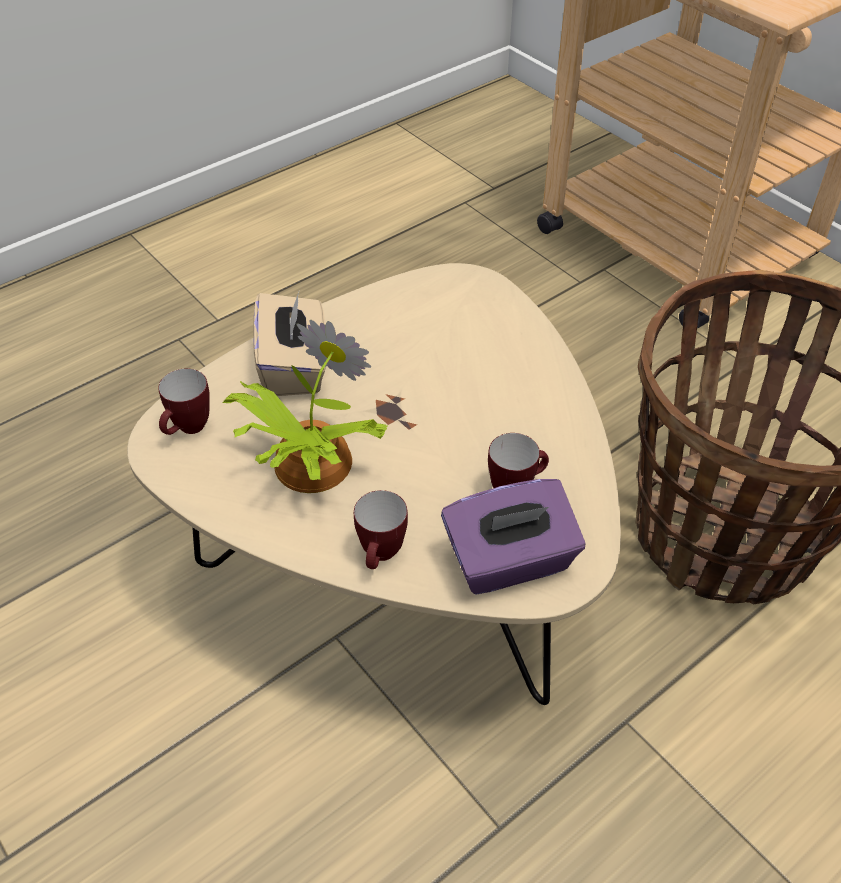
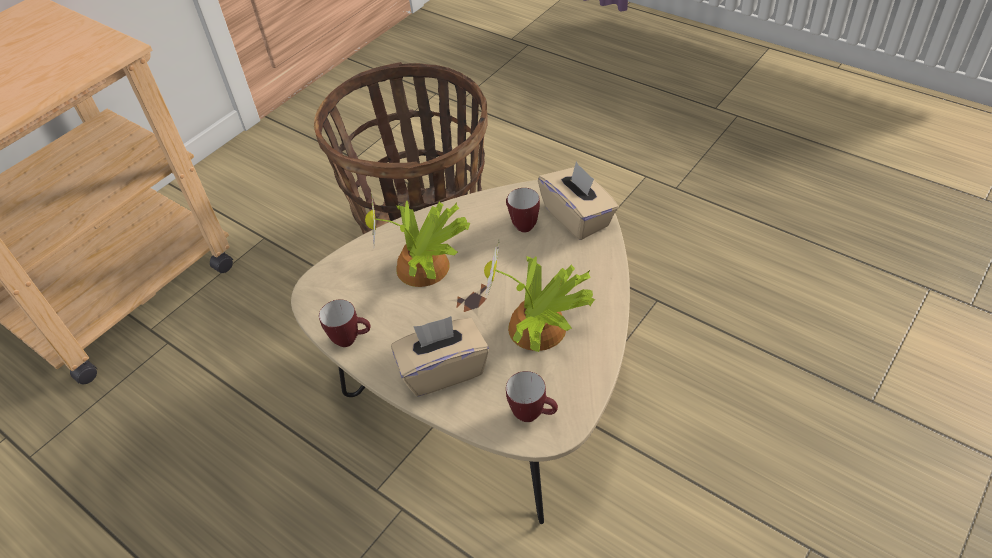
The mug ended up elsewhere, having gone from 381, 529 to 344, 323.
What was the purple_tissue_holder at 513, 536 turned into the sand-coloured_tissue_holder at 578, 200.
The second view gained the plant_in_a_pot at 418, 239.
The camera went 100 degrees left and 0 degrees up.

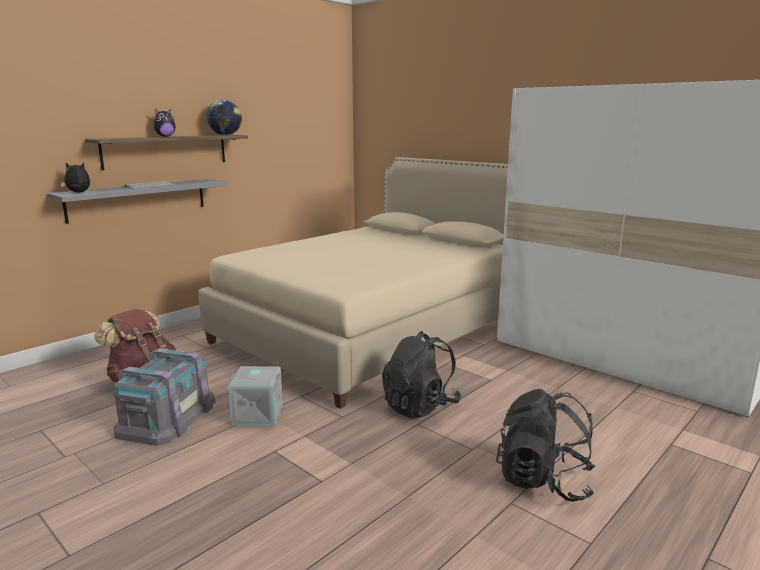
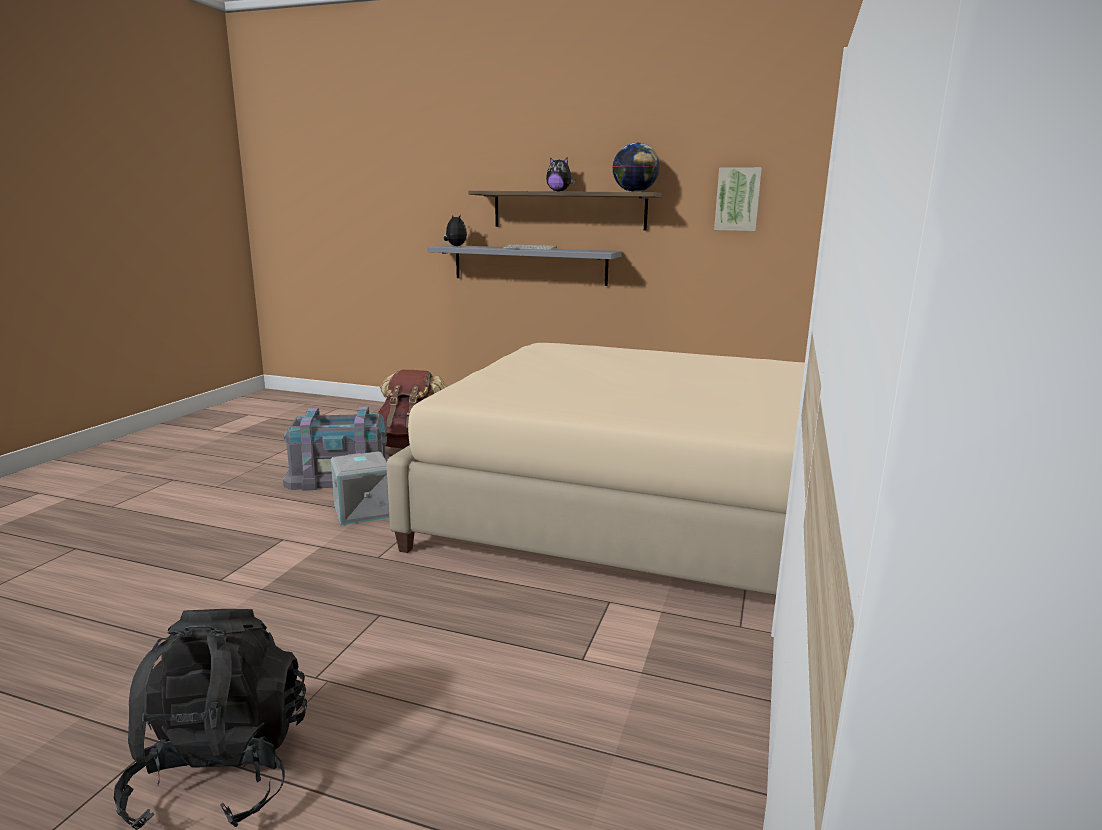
The second view lost the black-coloured_backpack at 421, 375.
The second view gained the wall_art at 738, 199.
The camera went 65 degrees right and 0 degrees up.

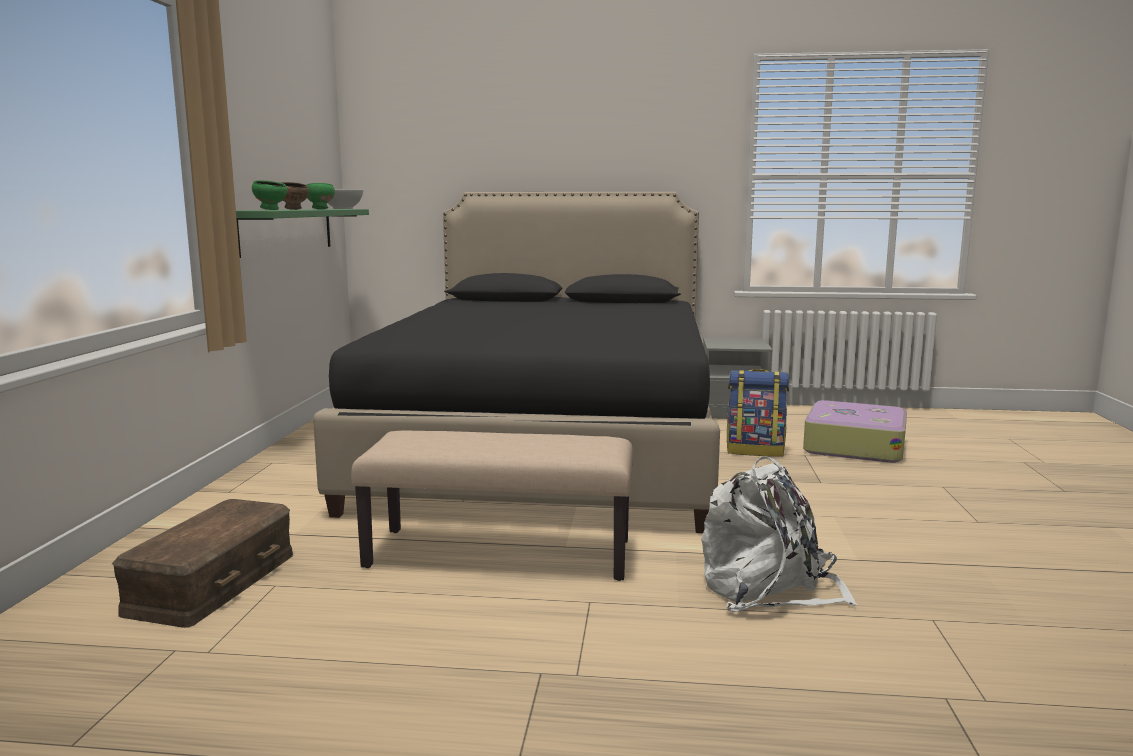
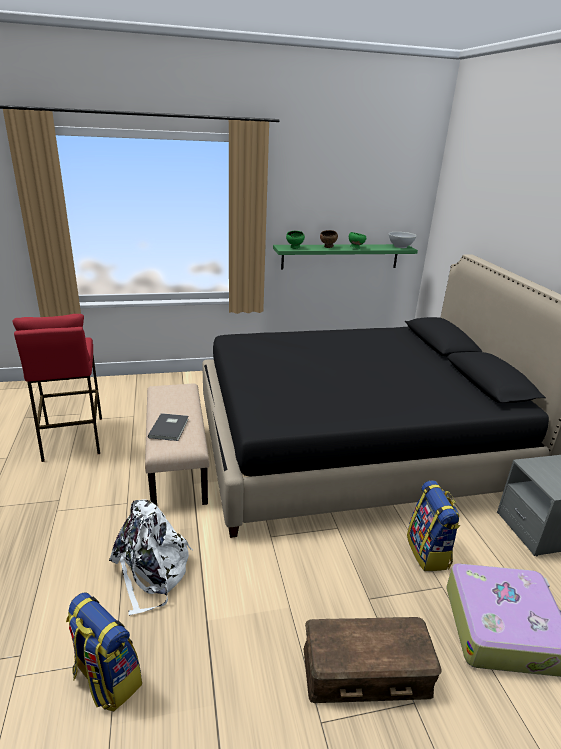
The brown-coloured_storage_container ended up elsewhere, having gone from 202, 563 to 373, 660.
The second view gained the reddish_stool_seat at 57, 388.
The second view gained the backpack at 104, 652.
The second view gained the greyish_volume at 168, 427.
The camera went 70 degrees right and 15 degrees up.

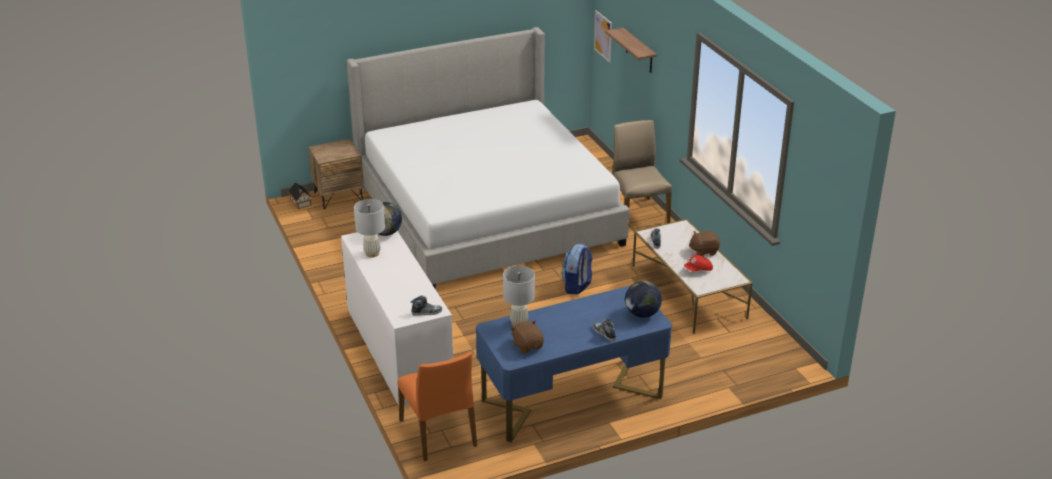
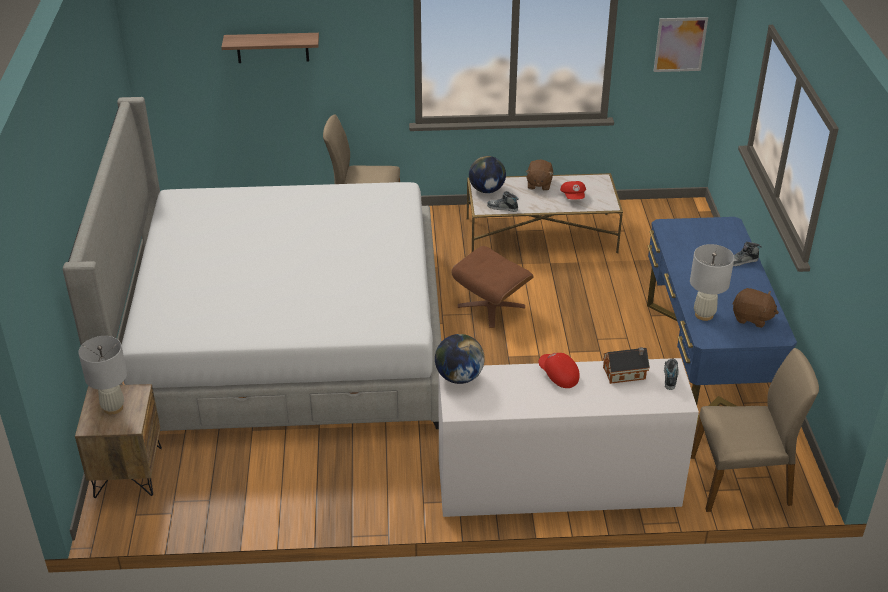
The model_house ended up elsewhere, having gone from 300, 196 to 626, 365.
The white-coloured_lamp_for_a_table ended up elsewhere, having gone from 369, 228 to 102, 375.
What was the orangey_plain_chair at 437, 406 turned into the sand-coloured_plain_chair at 755, 430.
The brown-coloured_soft_toy at 527, 337 ended up facing another way, 150 degrees counterclockwise from before.
Where the backpack stood at 577, 269, the brown-coloured_pouffe came to stand at 492, 287.
The wall_art ended up elsewhere, having gone from 603, 36 to 681, 44.
The globe ended up elsewhere, having gone from 643, 299 to 487, 174.
The second view gained the reddish_cap at 559, 370.
The camera went 70 degrees left and 5 degrees up.

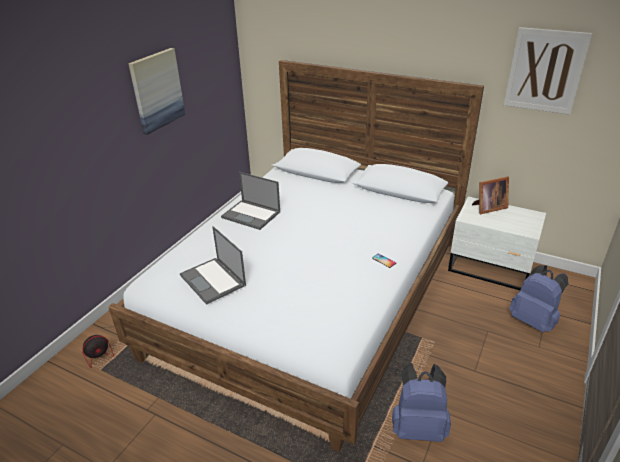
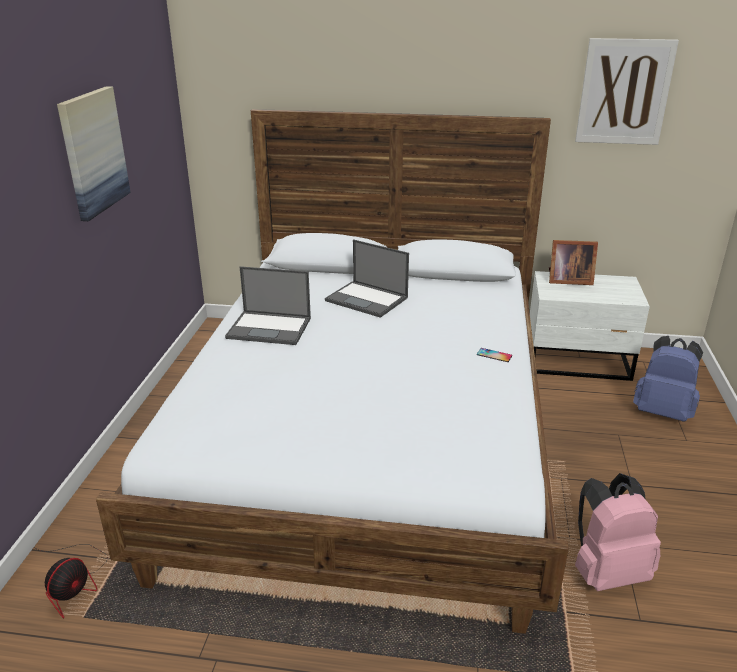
The laptop ended up elsewhere, having gone from 213, 265 to 367, 278.
What was the blue_backpack at 421, 402 turned into the pink-coloured_backpack at 618, 532.
The picture_frame at 490, 195 ended up facing another way, 45 degrees clockwise from before.
The camera went 20 degrees left and 5 degrees down.

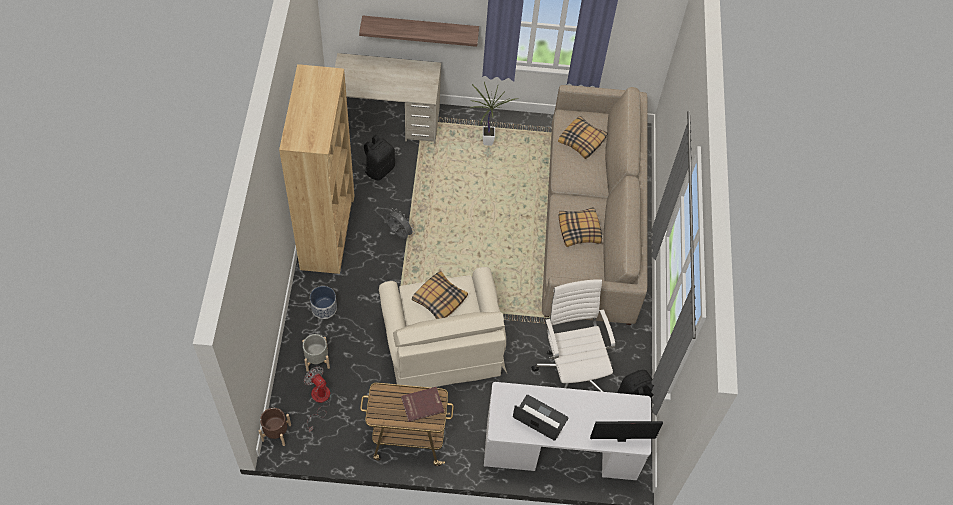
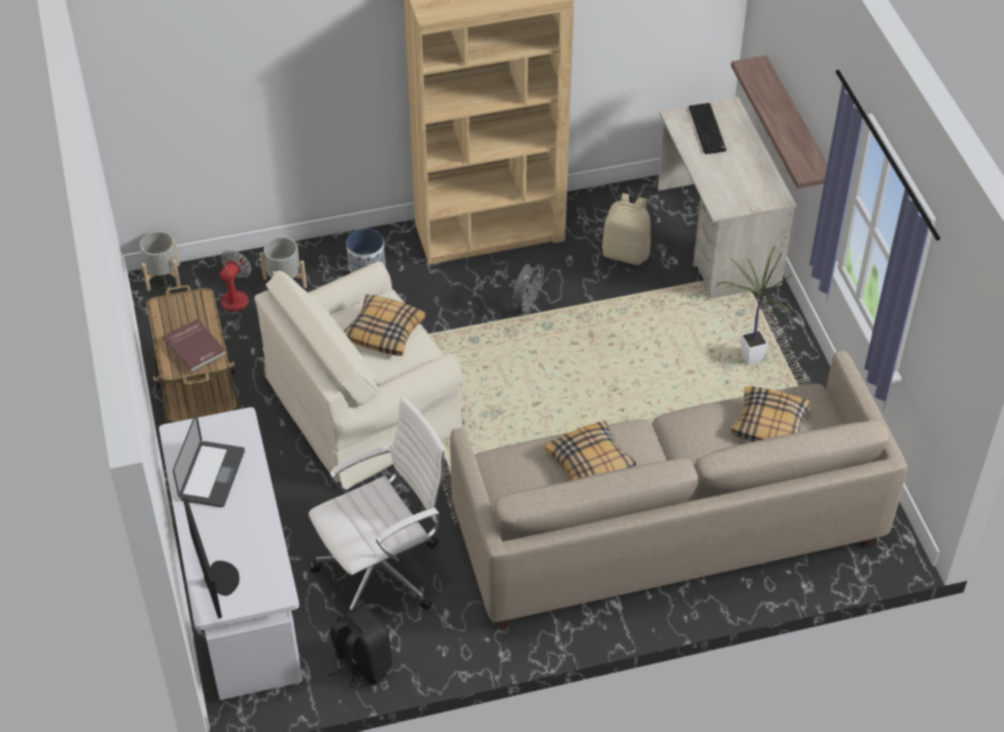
What was the brown-coloured_planter at 274, 427 turned into the greyish_planter at 160, 261.
What was the black-coloured_backpack at 378, 157 turned into the sand-coloured_backpack at 626, 229.
The second view gained the computer_keyboard at 707, 128.
The camera went 75 degrees right and 10 degrees down.

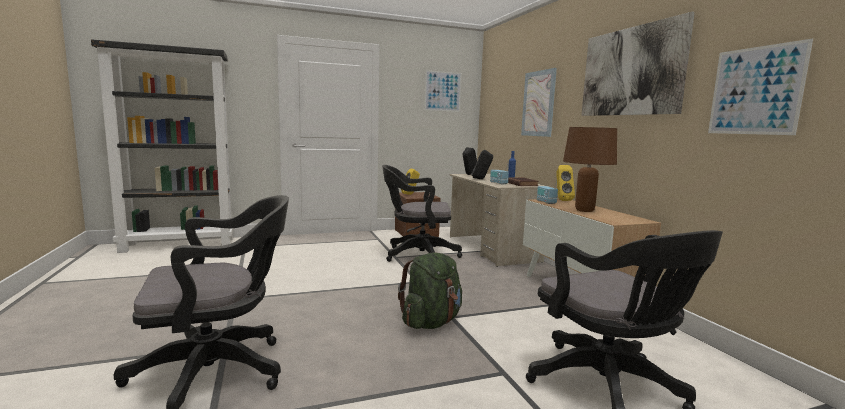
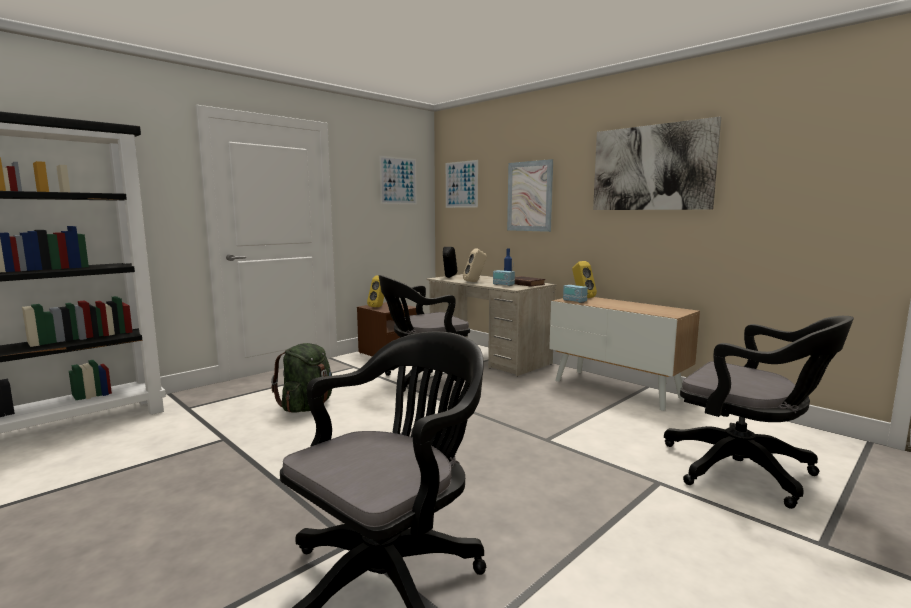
The green-coloured_backpack ended up elsewhere, having gone from 430, 290 to 301, 377.
What was the black-coloured_audio_speaker at 482, 164 turned into the sand-coloured_audio_speaker at 474, 265.
The second view lost the brown-coloured_lamp_for_a_table at 590, 169.
The wall_art ended up elsewhere, having gone from 760, 86 to 462, 184.
The camera went 25 degrees left and 0 degrees up.

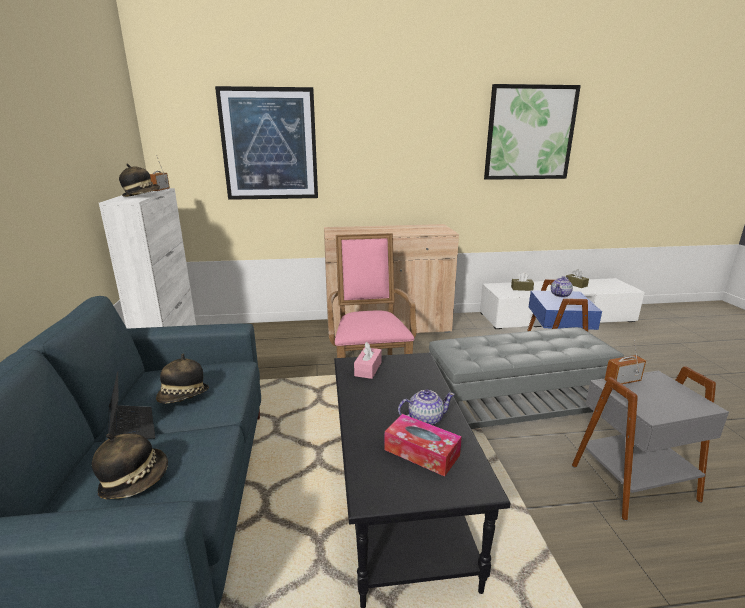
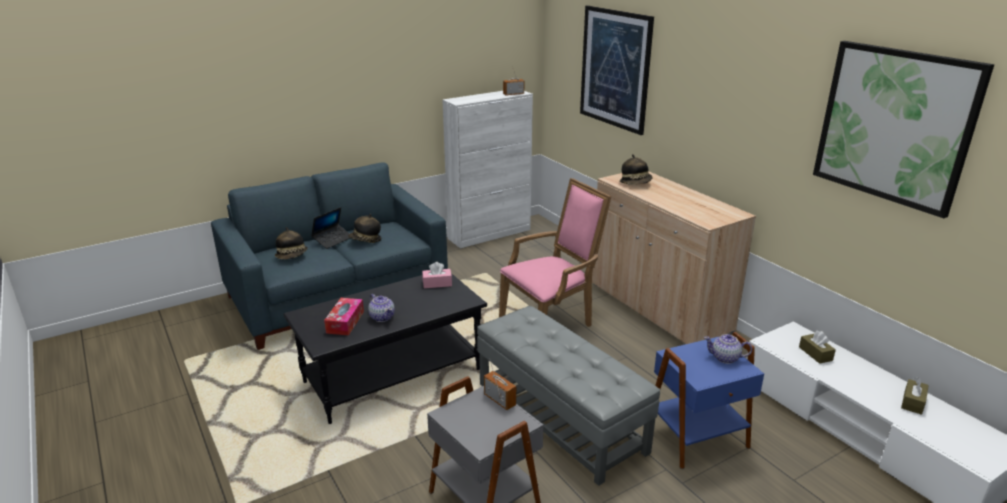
The clothing_hat ended up elsewhere, having gone from 139, 180 to 636, 169.
The camera went 65 degrees right and 5 degrees up.

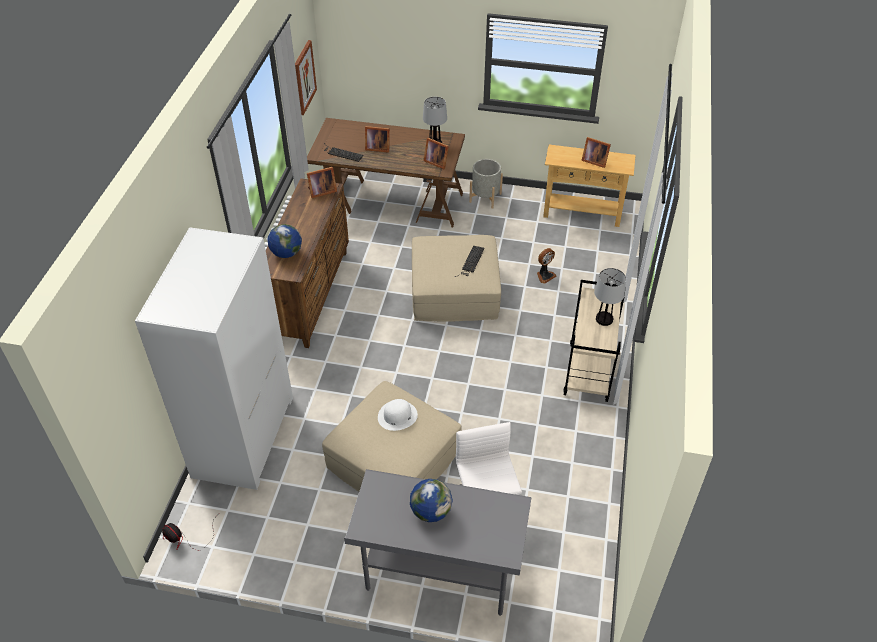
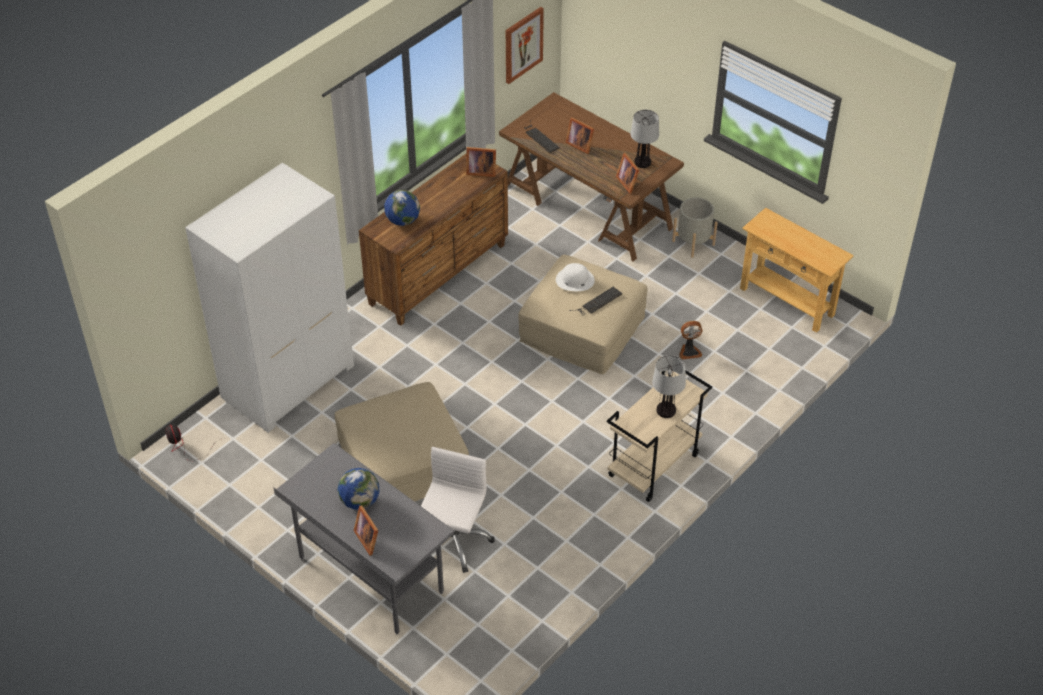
The white-coloured_clothing_hat ended up elsewhere, having gone from 398, 415 to 575, 277.
The picture_frame ended up elsewhere, having gone from 596, 152 to 366, 530.
The camera went 30 degrees right and 0 degrees up.

